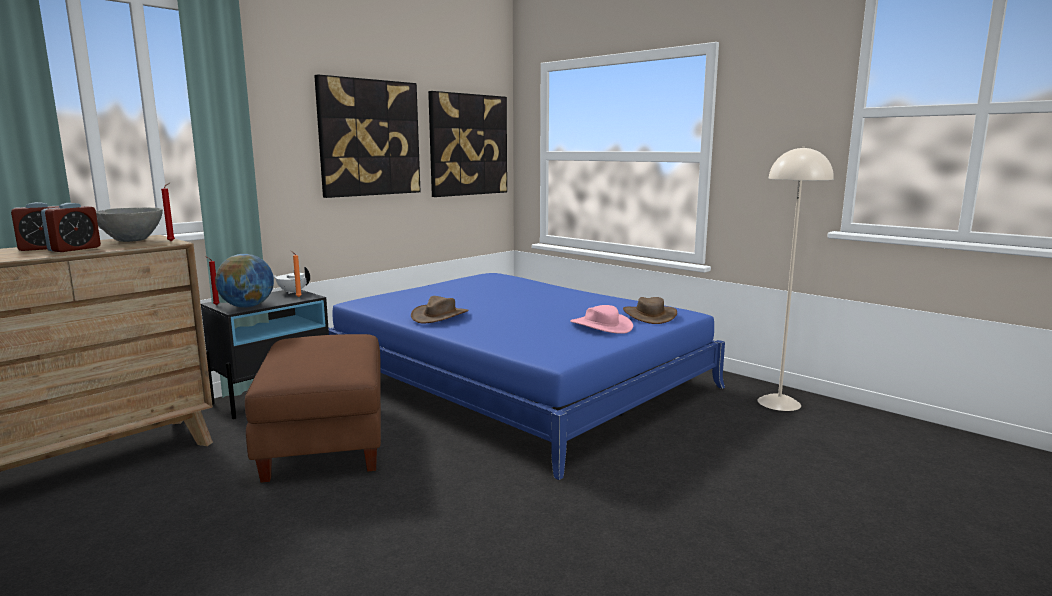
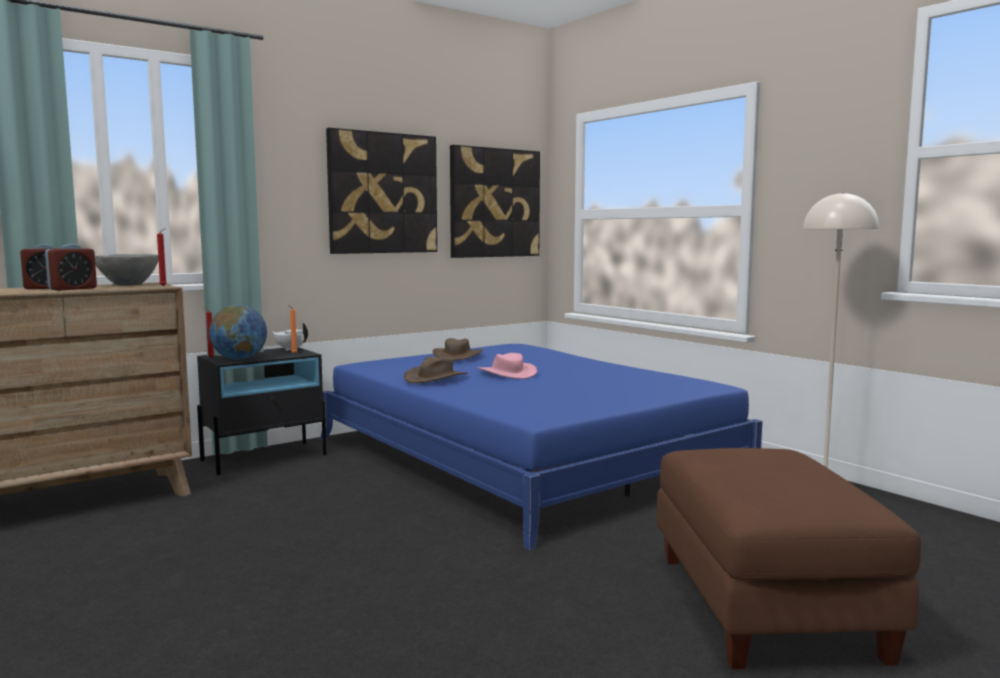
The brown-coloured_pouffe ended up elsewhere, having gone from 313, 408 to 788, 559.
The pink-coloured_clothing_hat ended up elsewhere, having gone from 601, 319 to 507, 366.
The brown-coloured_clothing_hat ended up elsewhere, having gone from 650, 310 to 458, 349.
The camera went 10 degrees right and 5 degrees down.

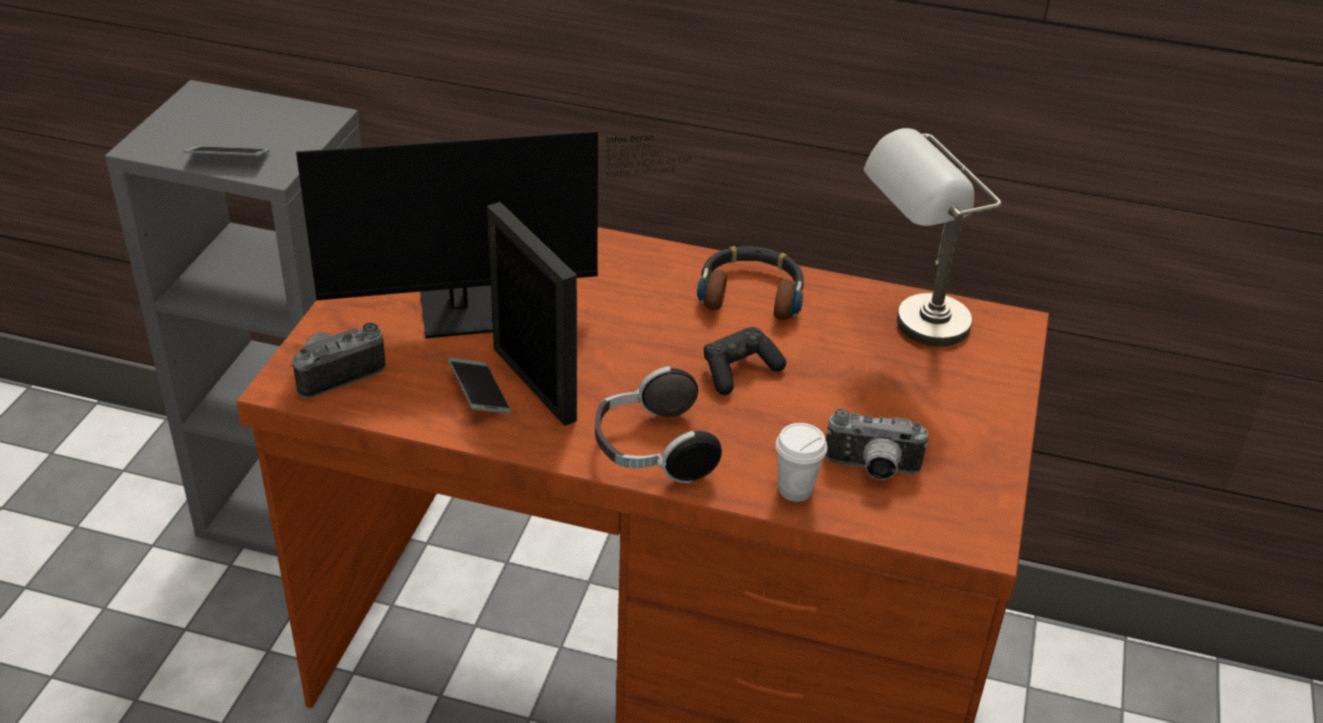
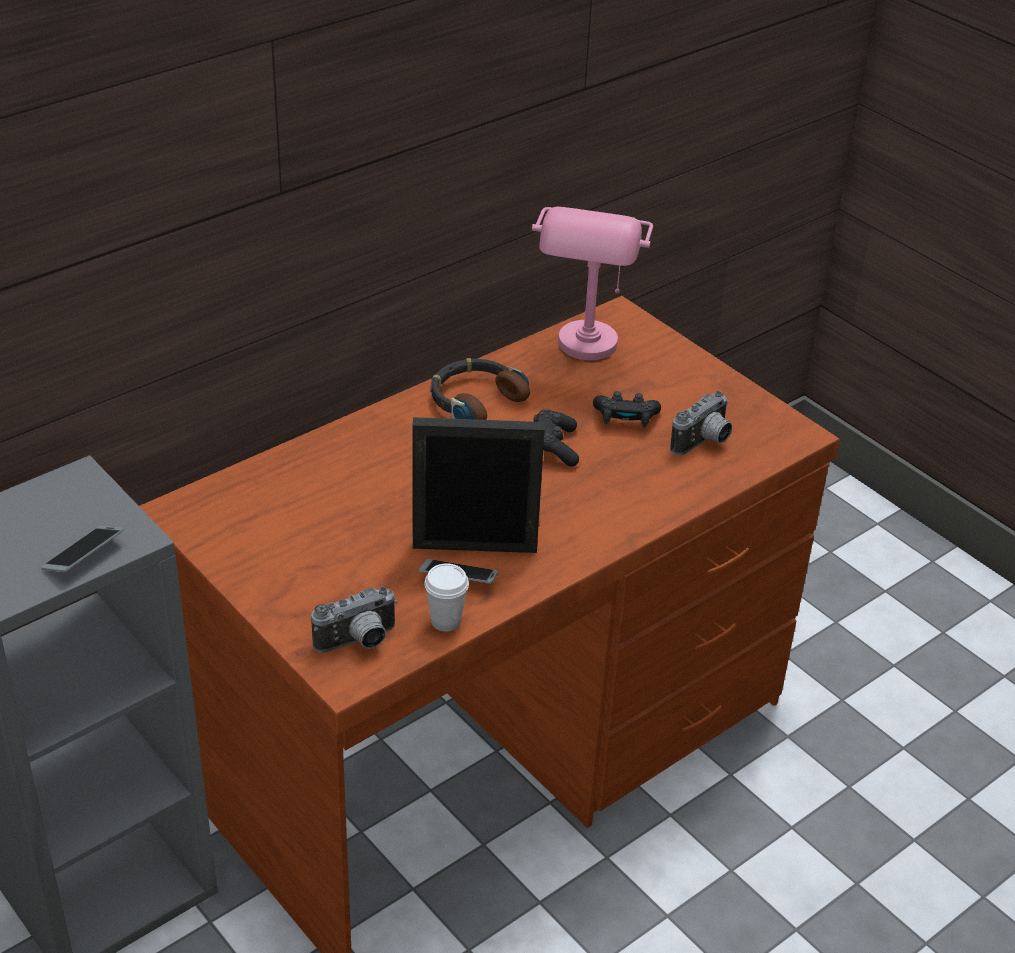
The still_camera at 338, 360 ended up facing another way, 120 degrees counterclockwise from before.
The second view lost the computer_display at 493, 234.
The second view lost the headset at 658, 424.
The white-coloured_cup ended up elsewhere, having gone from 801, 462 to 446, 597.
What was the greyish_lamp_for_a_table at 933, 237 turned into the pink-coloured_lamp_for_a_table at 592, 283.
The second view gained the black-coloured_game_controller at 627, 409.
The camera went 55 degrees left and 0 degrees up.

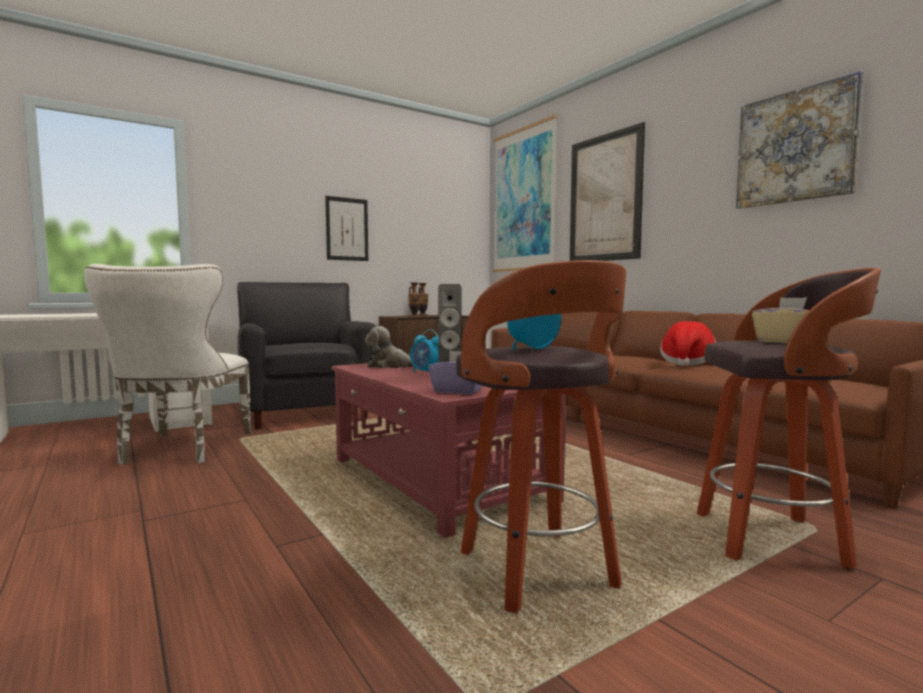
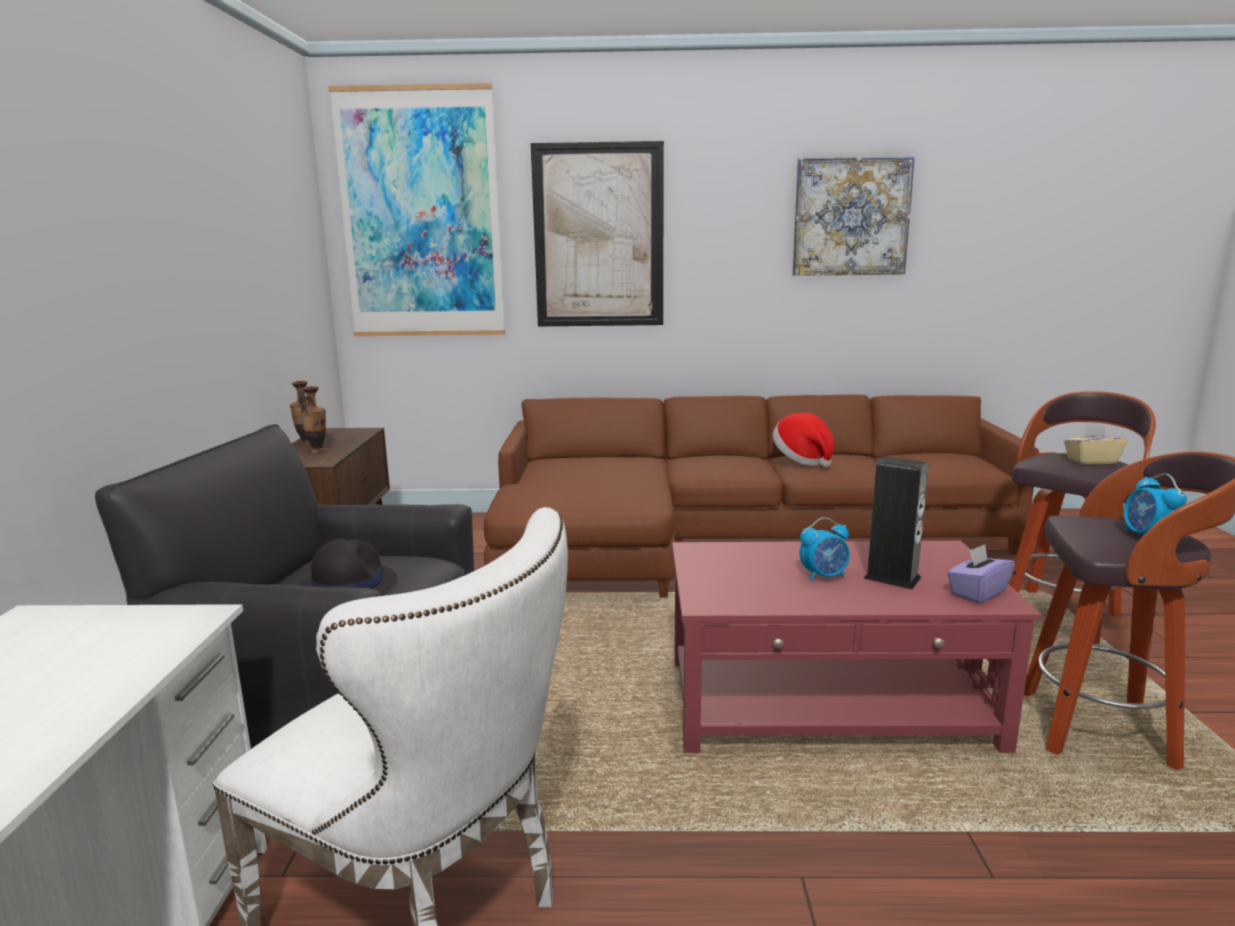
The second view lost the wall_art at 346, 228.
The second view lost the soft_toy at 389, 347.
The second view gained the black-coloured_clothing_hat at 348, 566.
The camera went 55 degrees left and 10 degrees up.

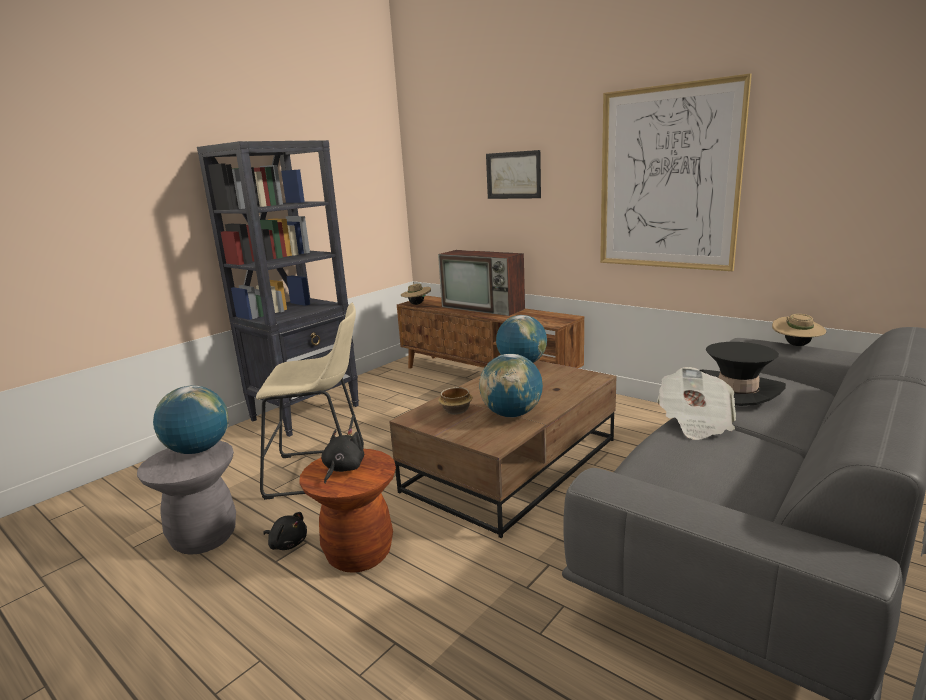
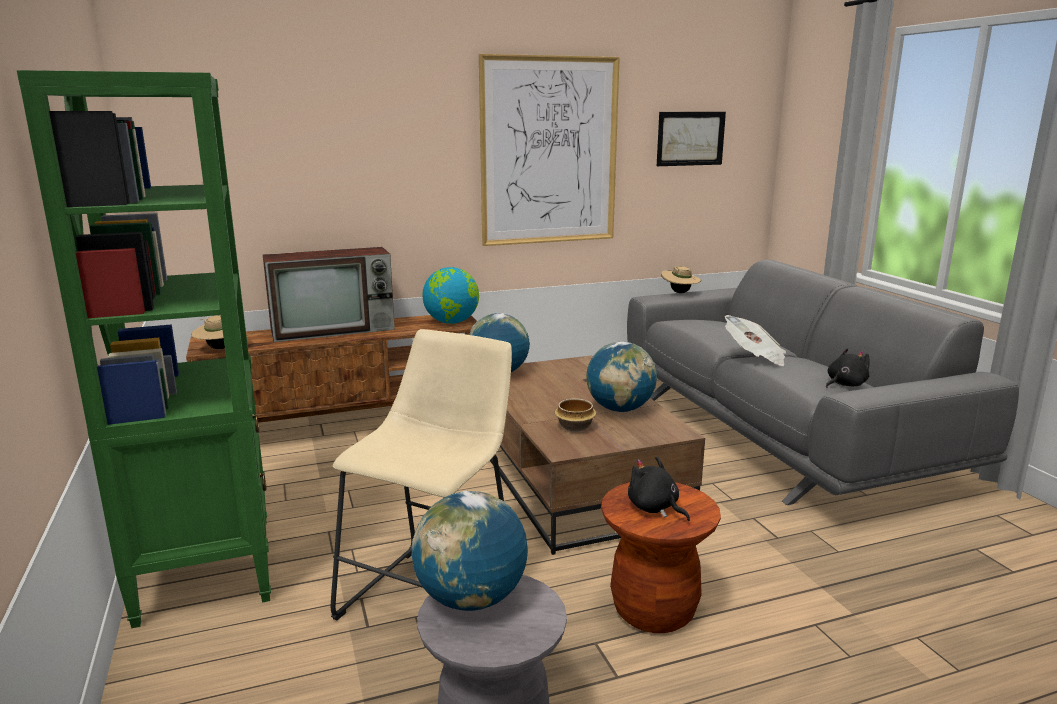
What was the black-coloured_shelving_unit at 278, 288 turned into the green-coloured_shelving_unit at 144, 349.
The black-coloured_soft_toy ended up elsewhere, having gone from 285, 531 to 847, 368.
The wall_art ended up elsewhere, having gone from 513, 174 to 691, 139.
The second view lost the black-coloured_clothing_hat at 743, 374.
The second view gained the globe at 450, 295.
The camera went 60 degrees left and 0 degrees up.

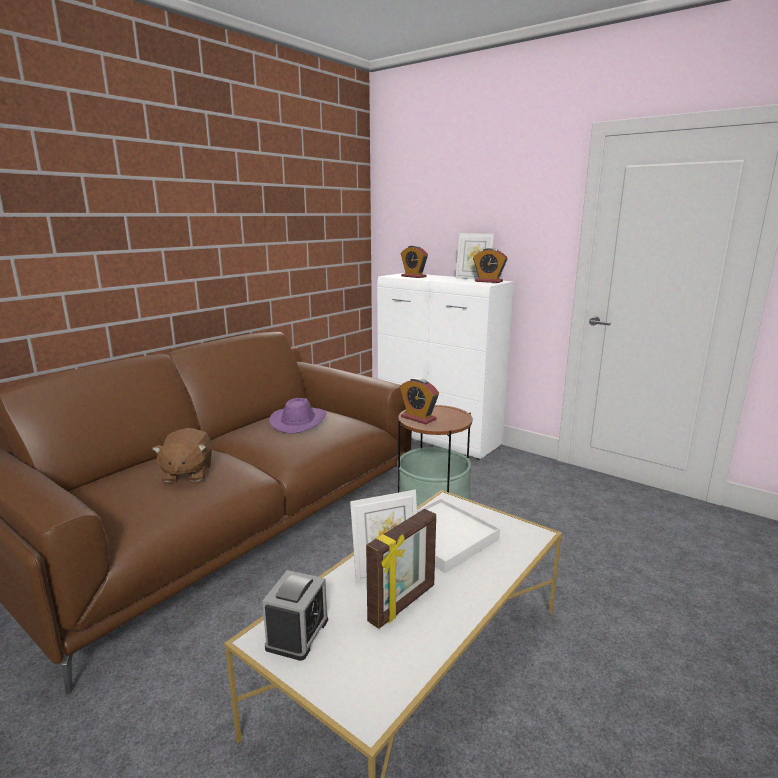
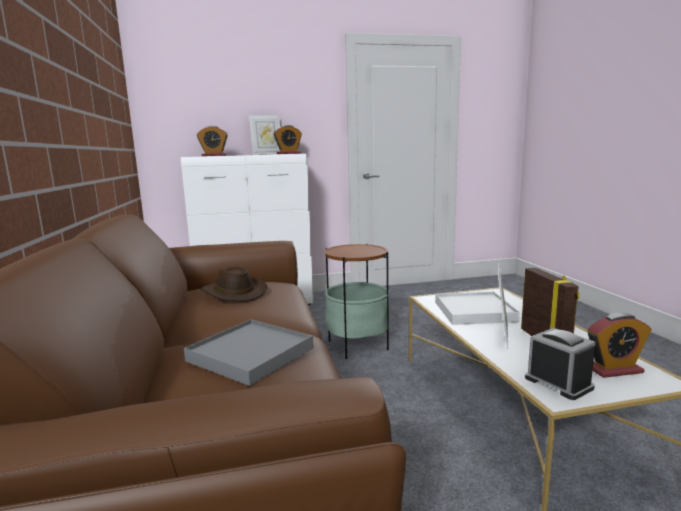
Where the brown-coloured_soft_toy stood at 182, 455, the greyish_serving_tray came to stand at 248, 352.
What was the purple_clothing_hat at 298, 416 turned into the brown-coloured_clothing_hat at 234, 284.
The alarm_clock ended up elsewhere, having gone from 419, 401 to 619, 345.
The camera went 50 degrees left and 5 degrees down.

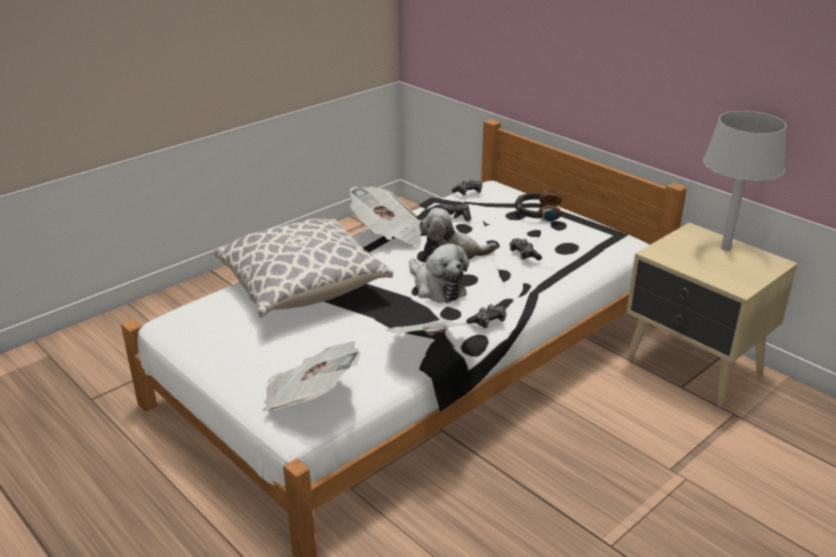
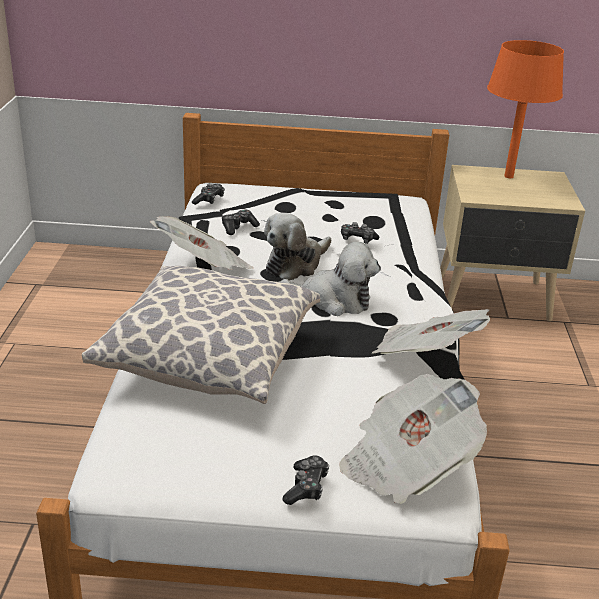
The game_controller ended up elsewhere, having gone from 486, 316 to 306, 480.
The second view lost the headset at 538, 206.
What was the greyish_lamp_for_a_table at 745, 181 turned into the orangey_lamp_for_a_table at 525, 109.
The camera went 45 degrees left and 0 degrees up.

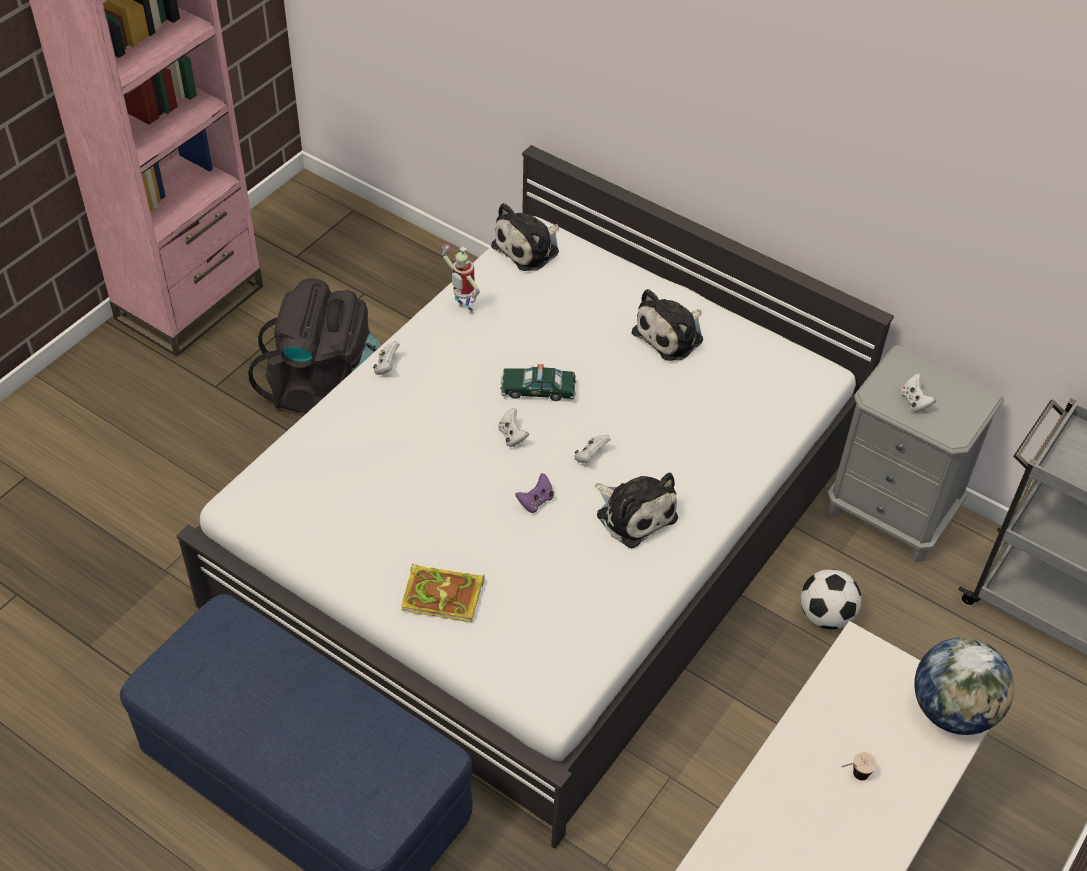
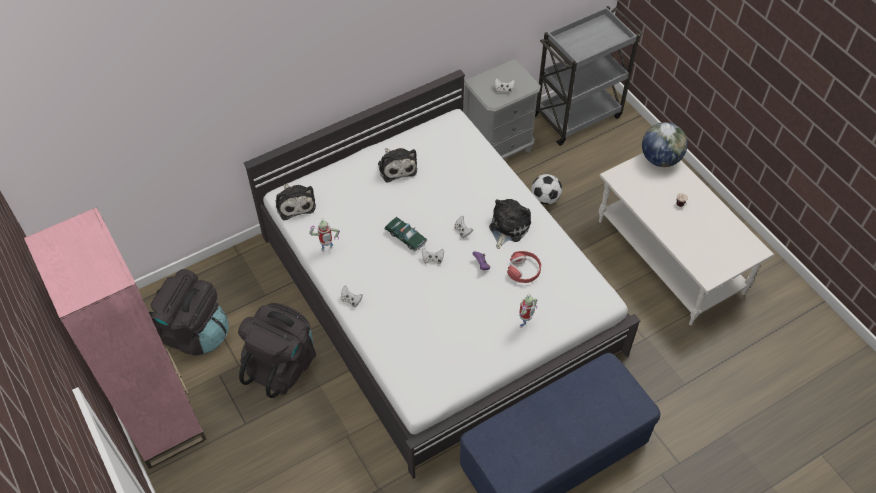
Where the volume stood at 443, 593, the toy_robot came to stand at 528, 310.
The miniature_car at 538, 382 ended up facing another way, 75 degrees counterclockwise from before.
The soft_toy at 636, 510 ended up facing another way, 45 degrees counterclockwise from before.
The second view gained the black-coloured_backpack at 189, 312.
The second view gained the reddish_headset at 524, 267.
The camera went 65 degrees left and 5 degrees up.

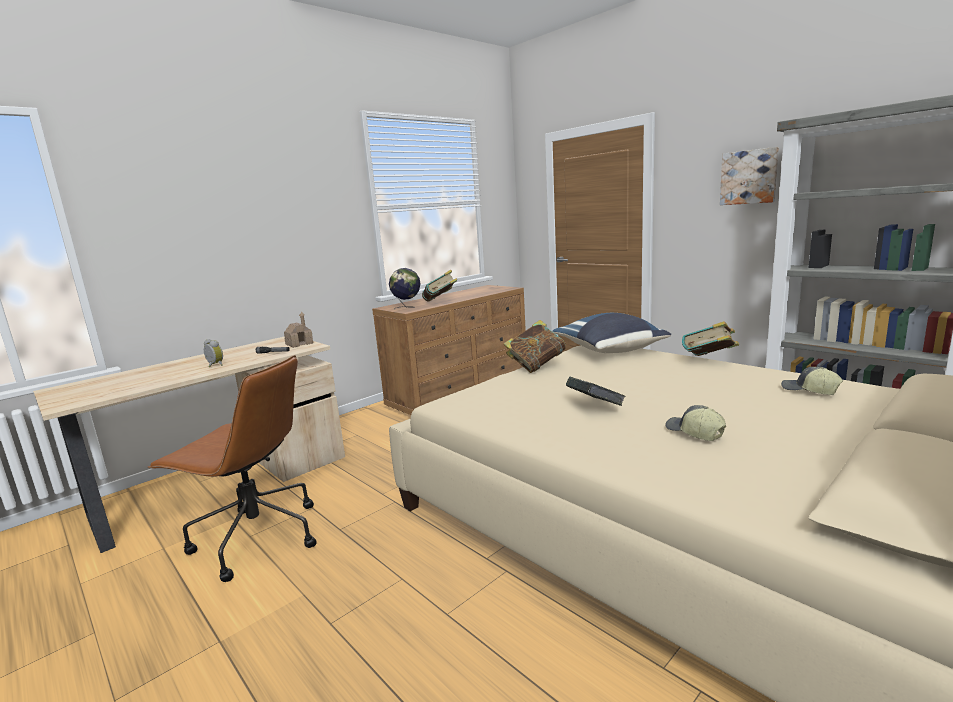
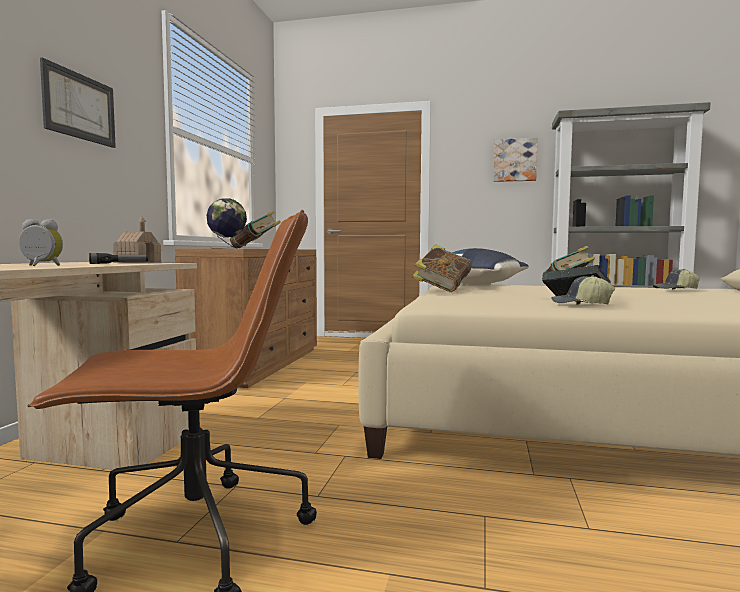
The cap ended up elsewhere, having gone from 695, 423 to 583, 290.
The second view gained the wall_art at 78, 102.
The camera went 35 degrees left and 10 degrees down.

